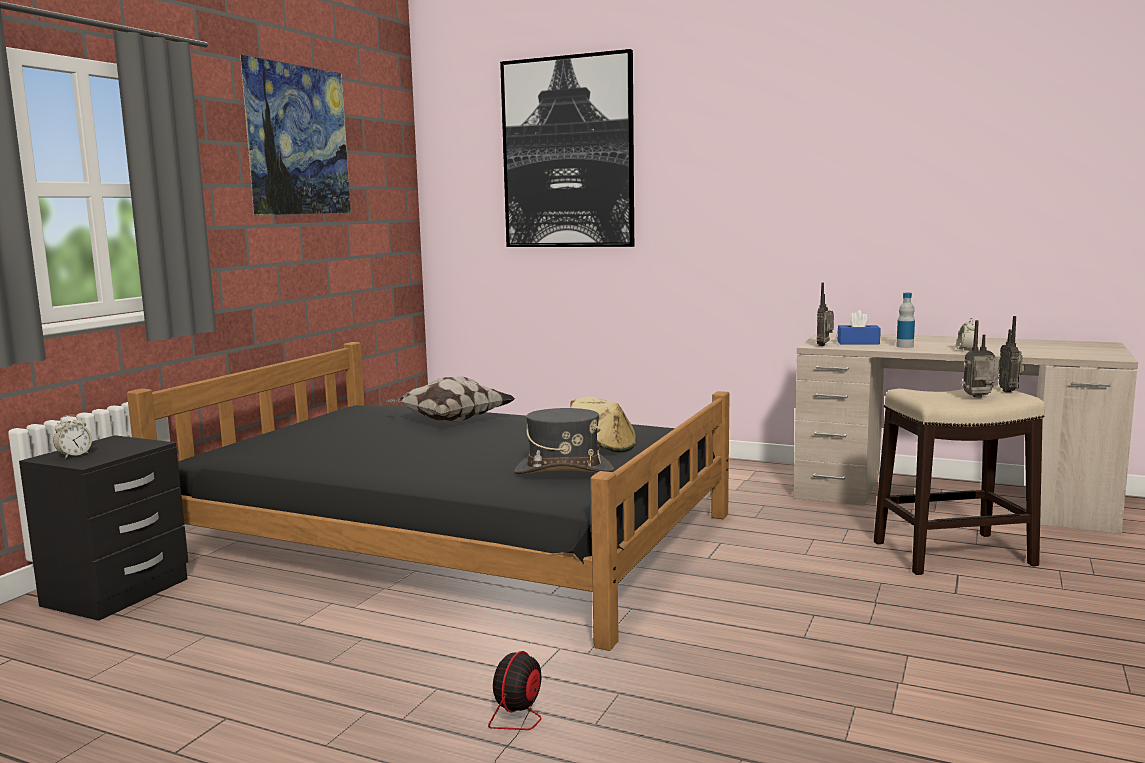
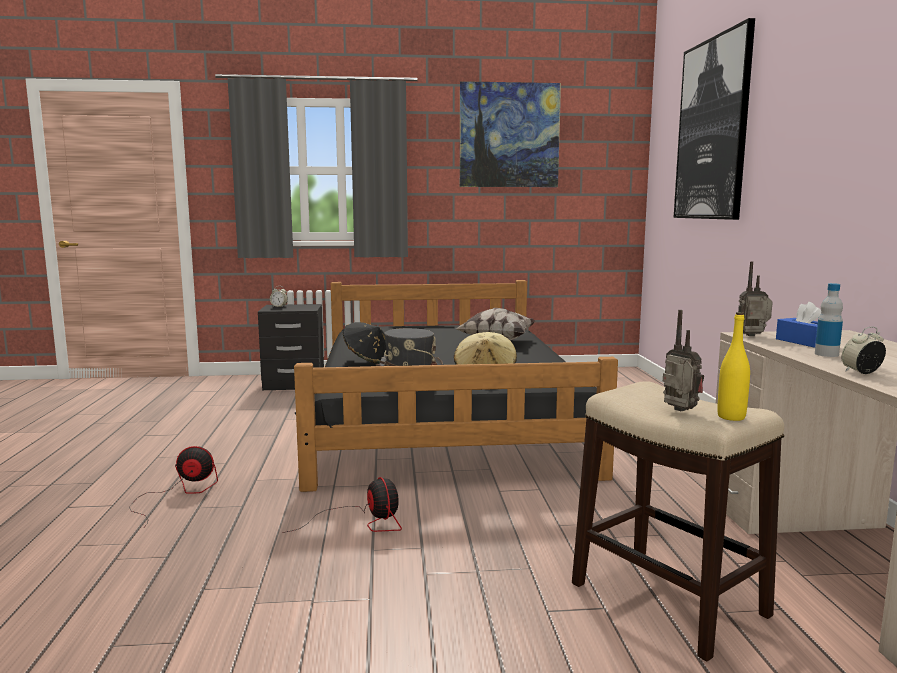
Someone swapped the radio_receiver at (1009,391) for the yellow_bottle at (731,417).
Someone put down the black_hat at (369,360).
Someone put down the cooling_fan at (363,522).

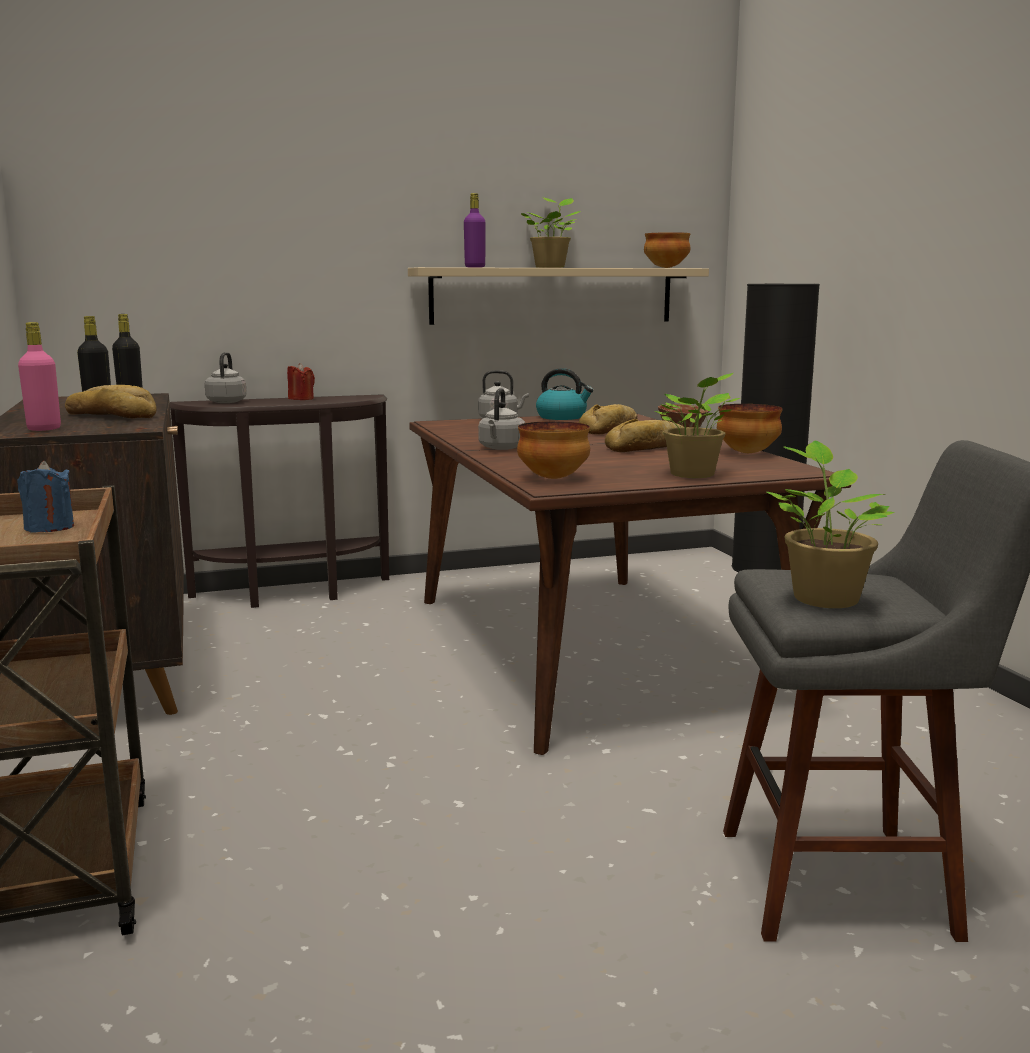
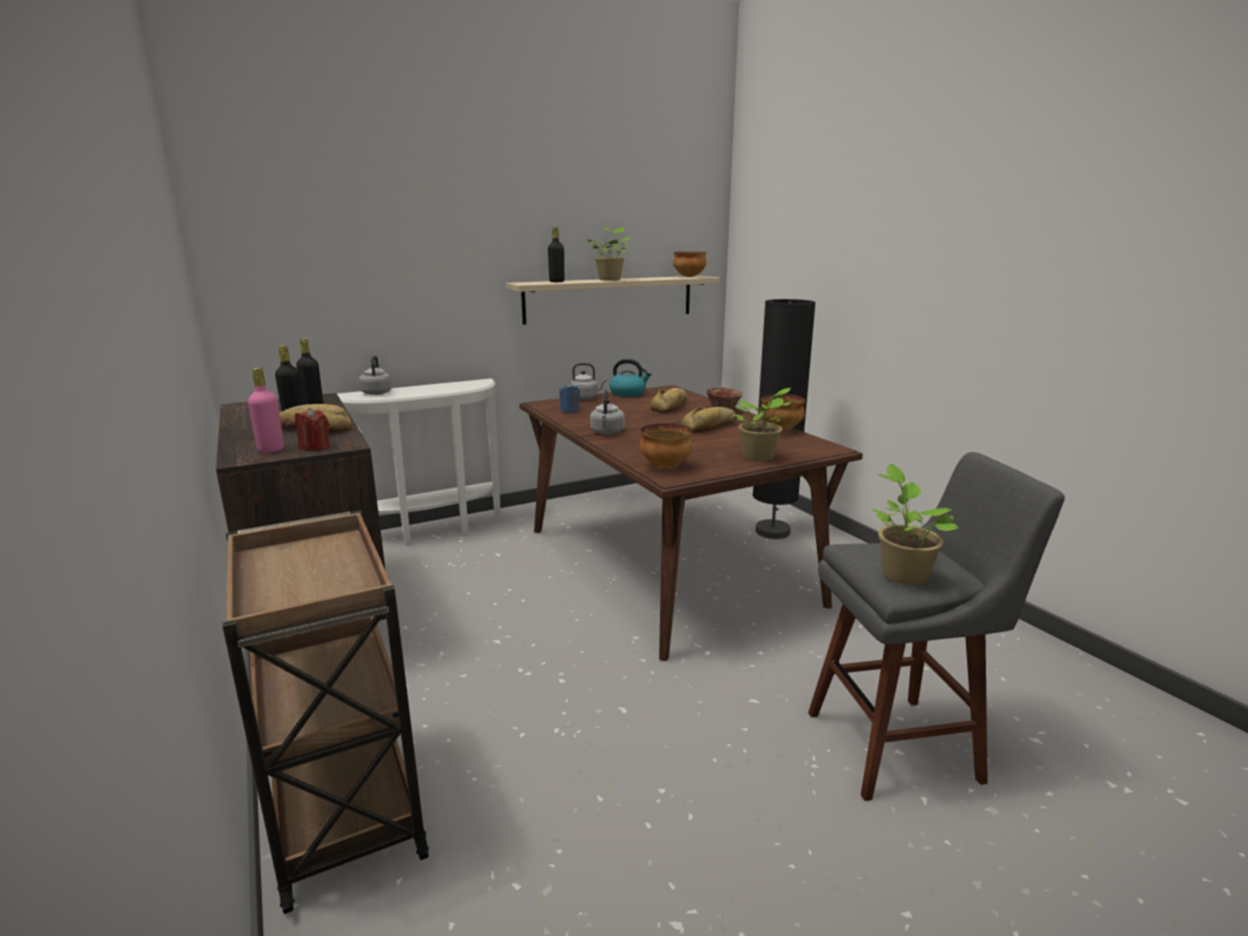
Someone repainted the purple-coloured_bottle at (475,267), which became the black_bottle at (556,282).
Someone carried the reddish_candle from (301,399) to (314,447).
Someone repainted the brown-coloured_console_table at (294,594), which became the white_console_table at (433,531).
Someone carried the blue_candle from (49,527) to (569,410).

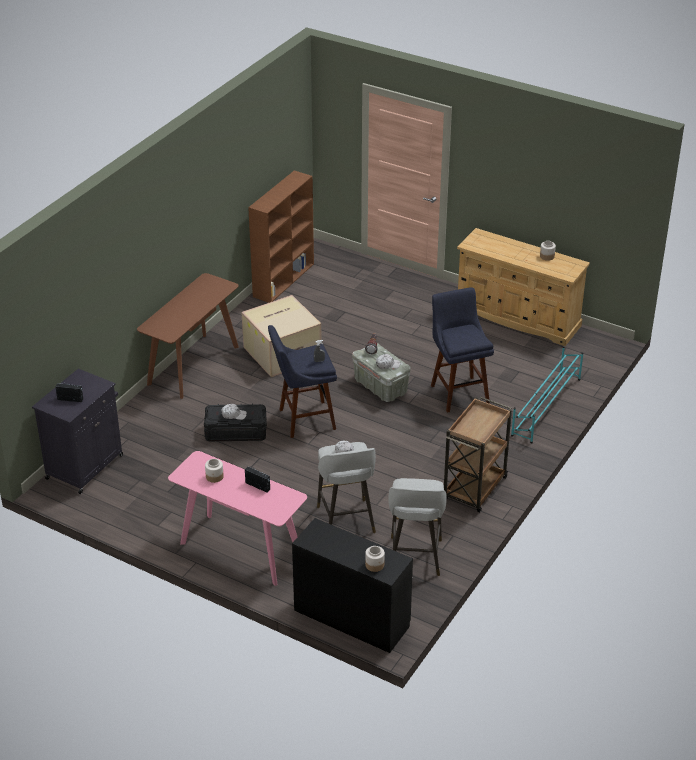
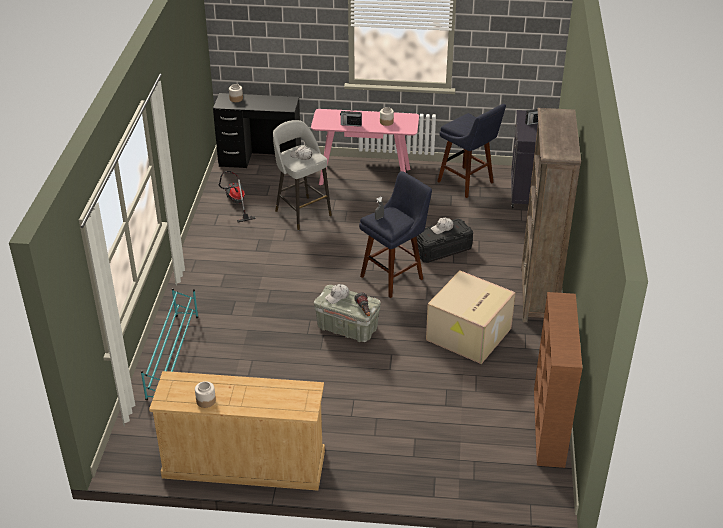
Someone swapped the brown-coloured_console_table at (193,365) for the brown-coloured_bookcase at (538,296).
Someone carried the blue_stool from (458,392) to (468,183).
Someone took away the brown-coloured_cart at (474,489).
Someone swapped the gray_stool at (414,558) for the vacuum at (236,203).

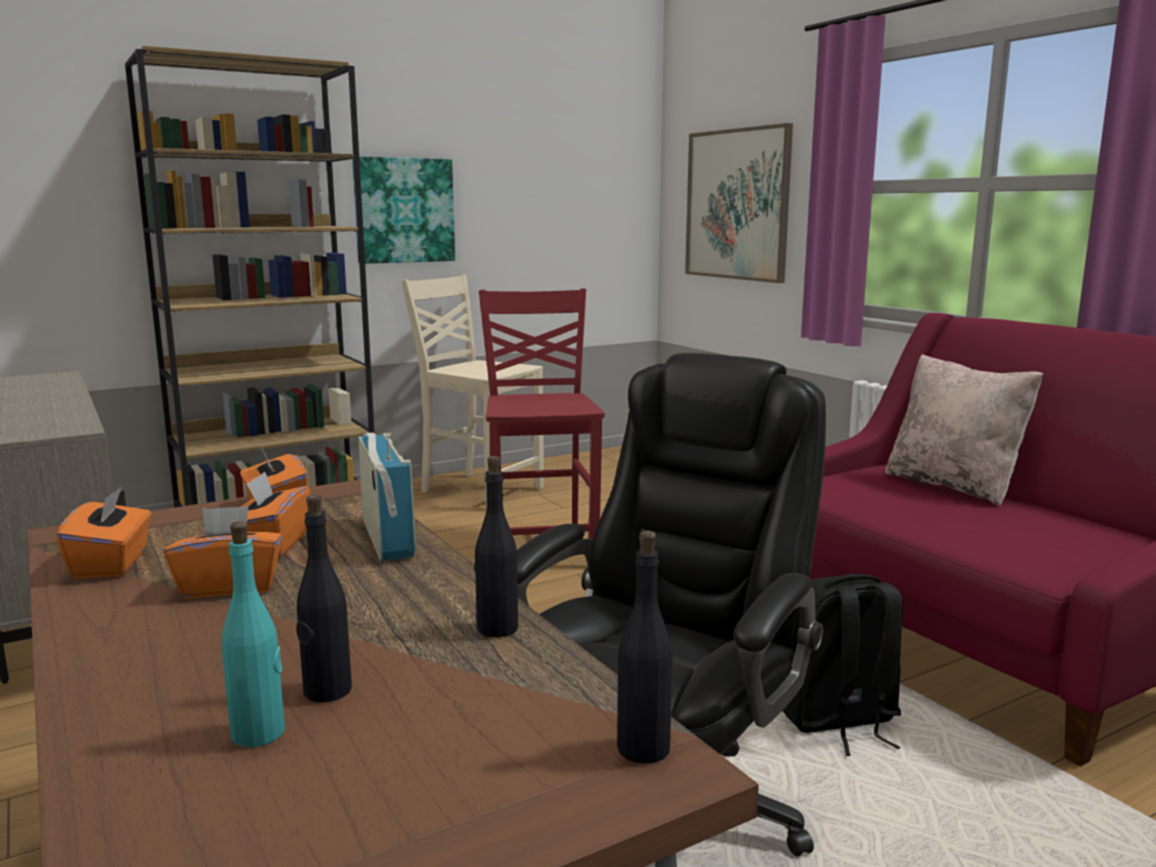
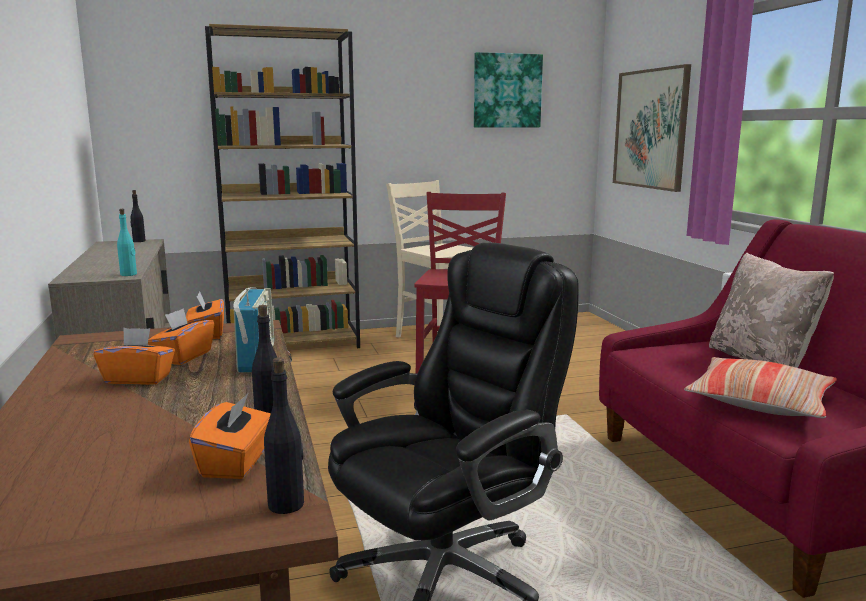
Someone carried the wall_art from (404,210) to (507,91).
Someone carried the orangey_tissue_holder from (112,563) to (236,462).
Someone carried the black_bottle from (327,691) to (139,241).
Someone carried the turquoise_bottle from (259,733) to (128,274).
Someone took away the black_rucksack at (838,721).
Someone put down the pillow at (760,402).

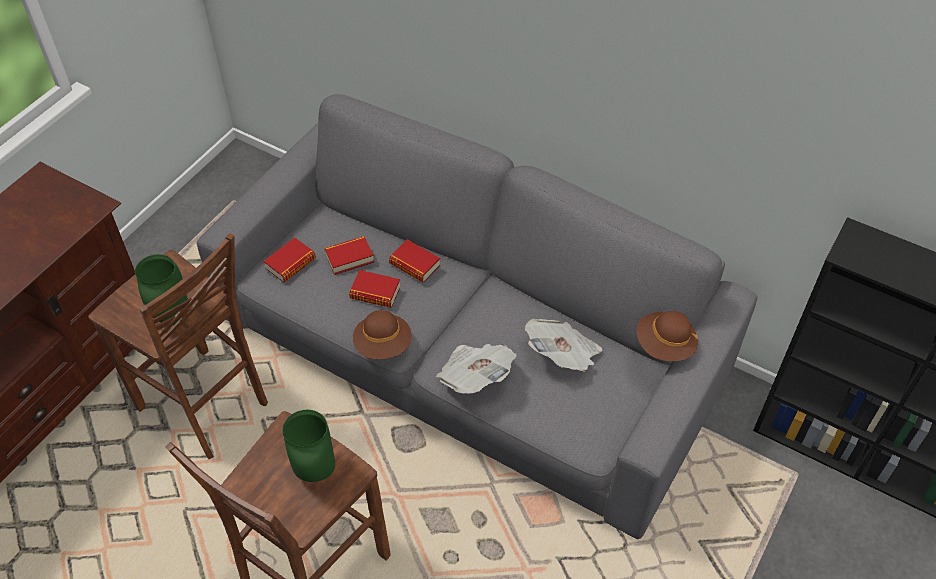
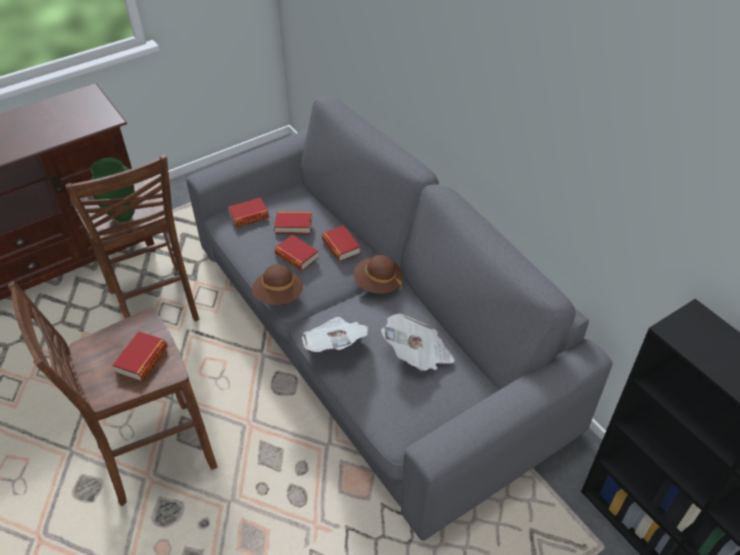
Someone carried the brown-coloured_hat from (664,345) to (378,283).
Someone swapped the green-coloured_flower_vase at (314,472) for the volume at (142,360).

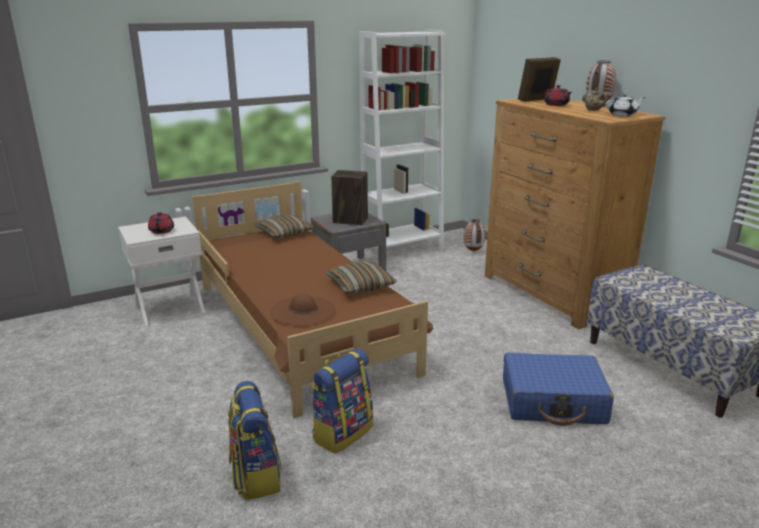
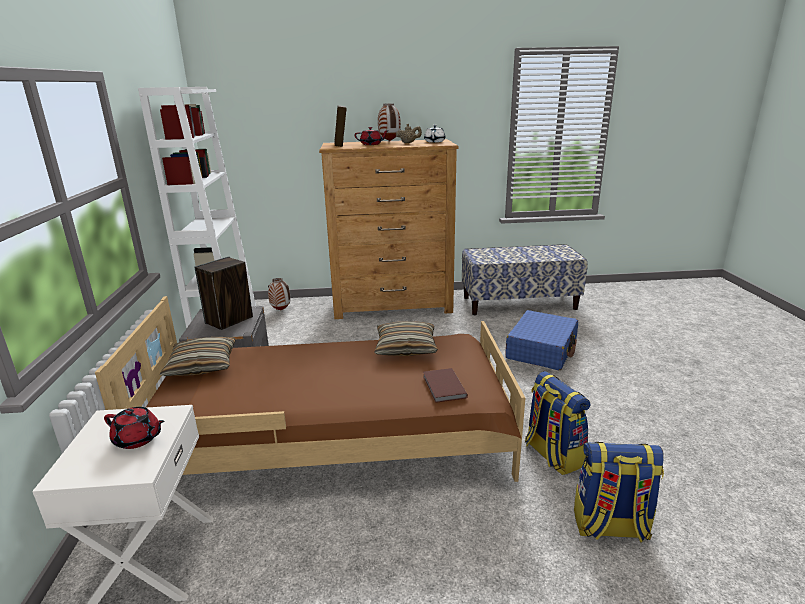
Someone swapped the brown-coloured_hat at (303,311) for the brown-coloured_volume at (443,387).

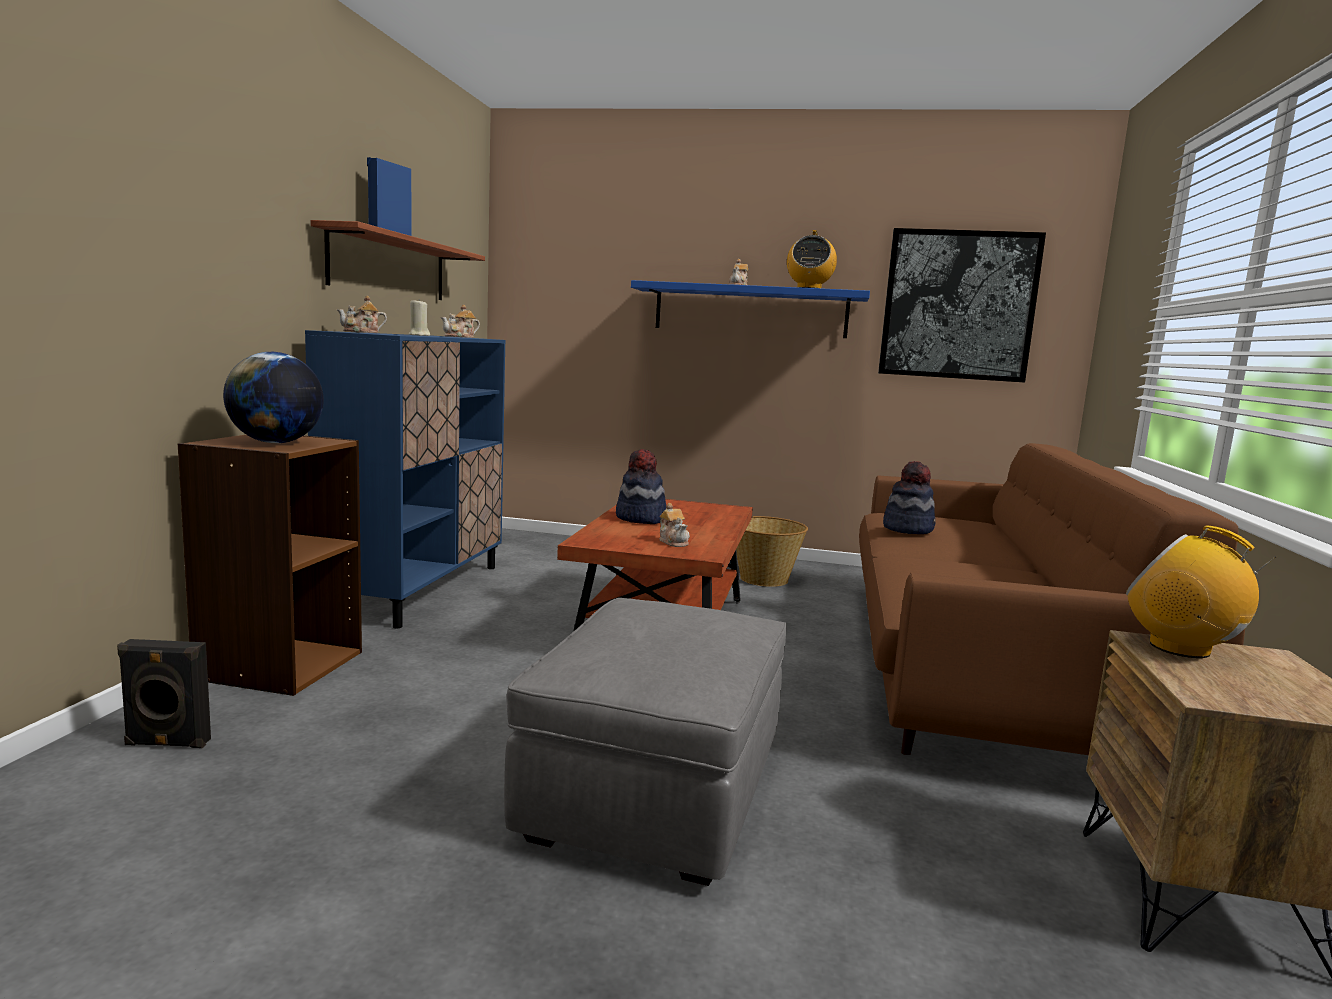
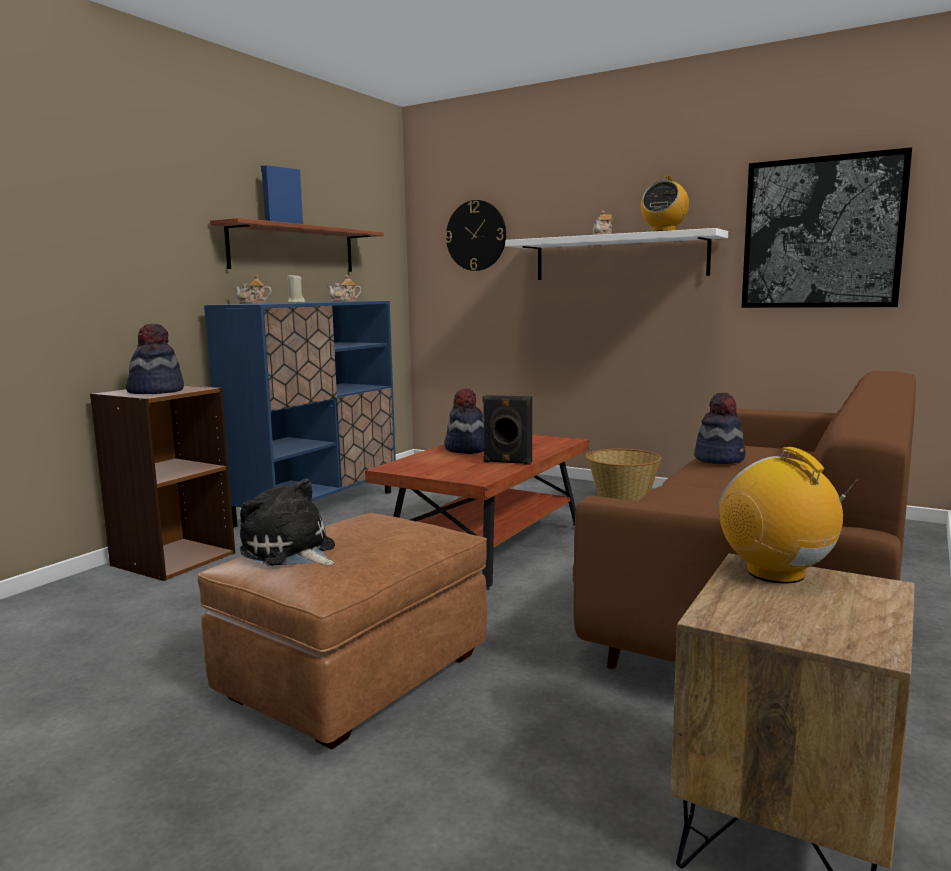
Someone repainted the blue_shelf at (750,311), which became the white_shelf at (619,257).
Someone swapped the desk_globe at (276,443) for the hat at (156,391).
Someone took away the pot_for_tea at (673,542).
Someone repainted the gray_ottoman at (656,794), which became the brown-coloured_ottoman at (356,676).
Someone carried the black_speaker from (167,743) to (507,462).
Someone put up the wall_clock at (476,235).
Someone put down the plush_toy at (290,552).

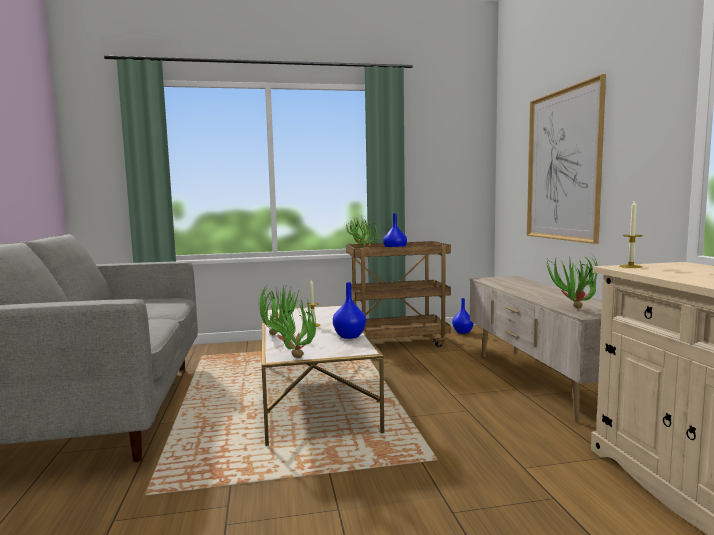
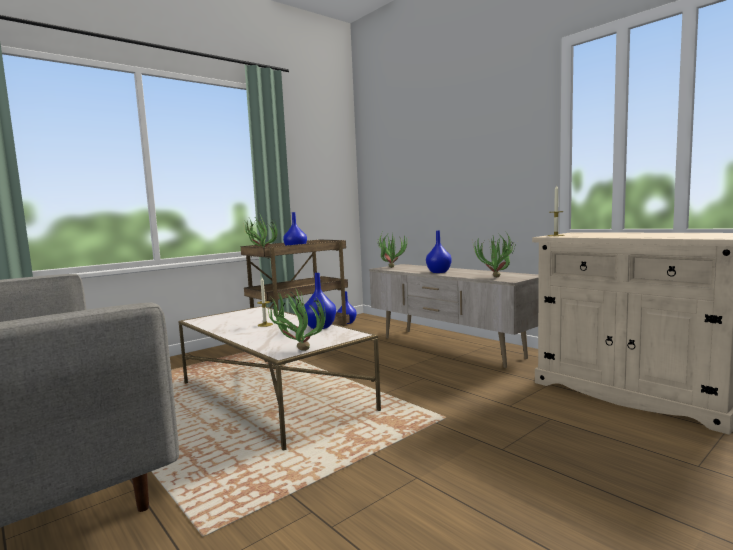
Someone took away the wall_art at (563,165).
Someone carried the plant_in_a_pot from (278,333) to (391,267).
Someone put down the blue_flower_vase at (438,272).

